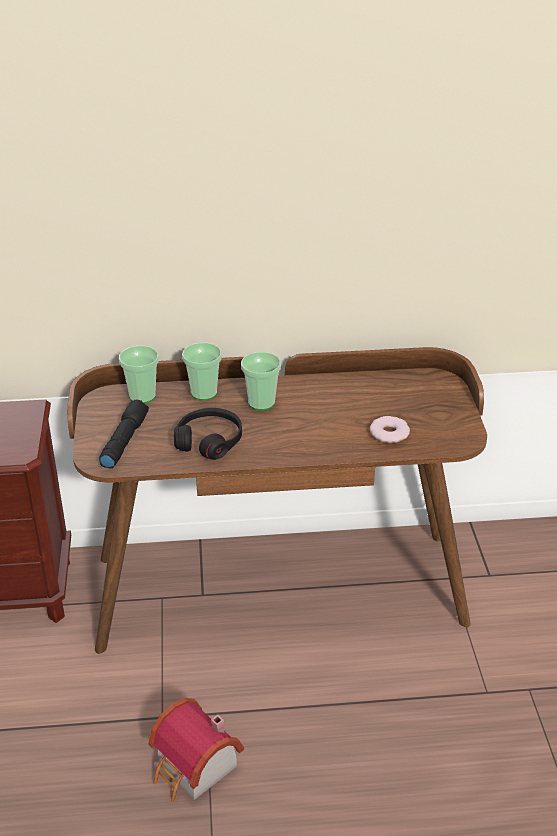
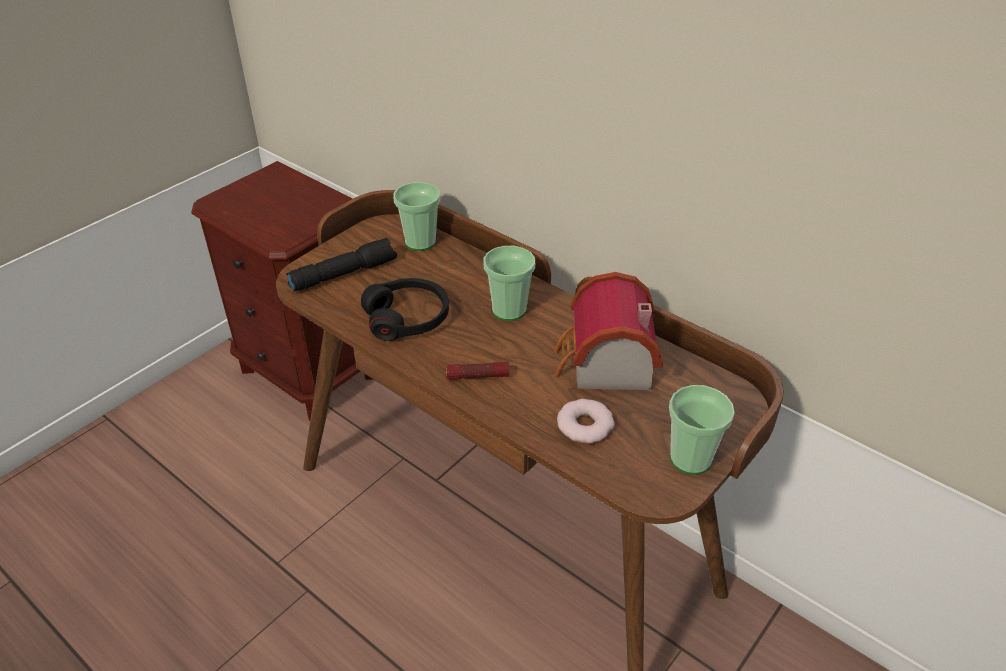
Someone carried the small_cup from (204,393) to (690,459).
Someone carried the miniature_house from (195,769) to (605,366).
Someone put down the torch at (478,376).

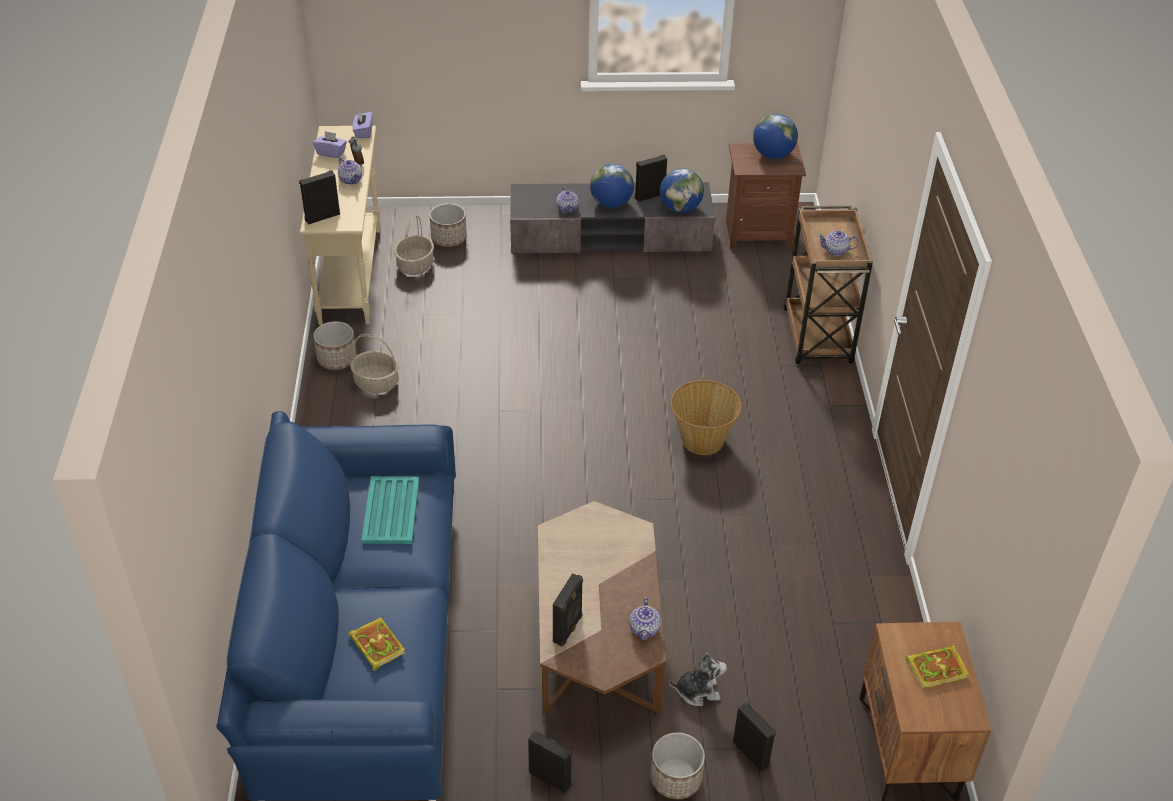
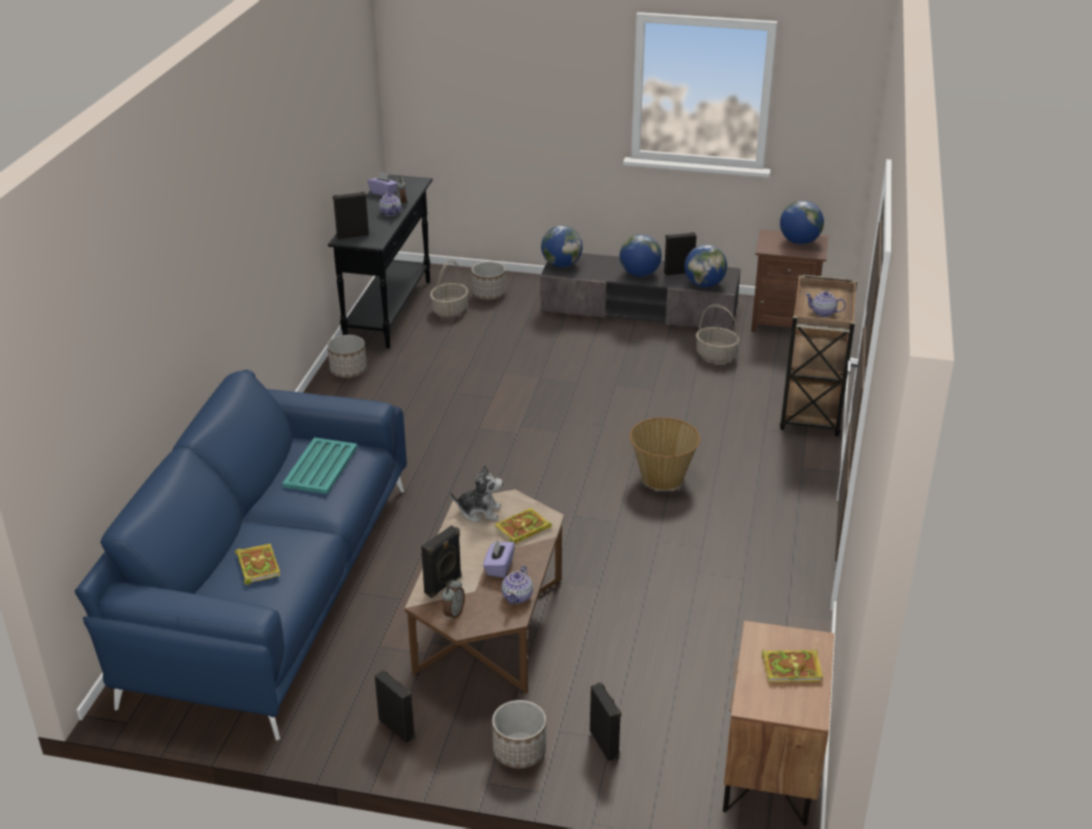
Someone carried the purple-coloured_tissue_holder from (363,132) to (499,567).
Someone repainted the beige_console_table at (351,275), which became the black_console_table at (389,311).
Someone took away the pot_for_tea at (567,208).
Someone carried the basket from (377,382) to (716,355).
Someone carried the plush_toy from (697,691) to (479,511).
Someone put down the desk_globe at (561,265).
Someone put down the volume at (521,529).
Someone put down the alarm_clock at (453,613).

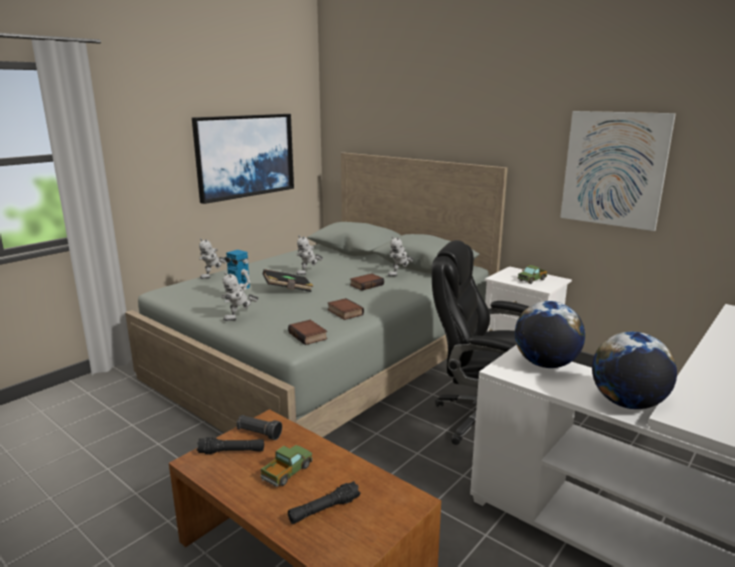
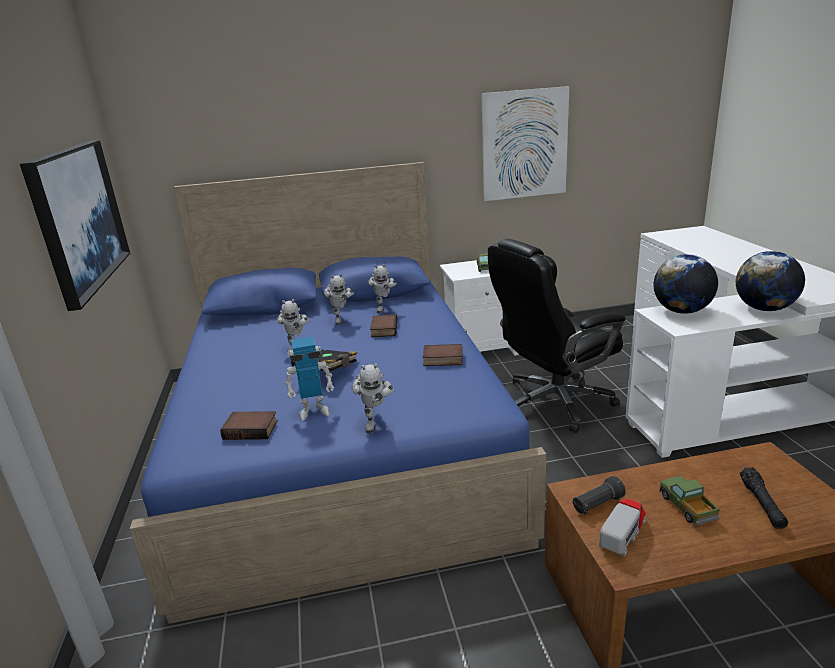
Someone repainted the gray_bed at (328,357), which became the blue_bed at (342,440).
Someone carried the toy_robot from (213,277) to (340,319).
Someone carried the volume from (309,336) to (251,429).
Someone swapped the black_torch at (231,451) for the toy_lorry at (622,534).

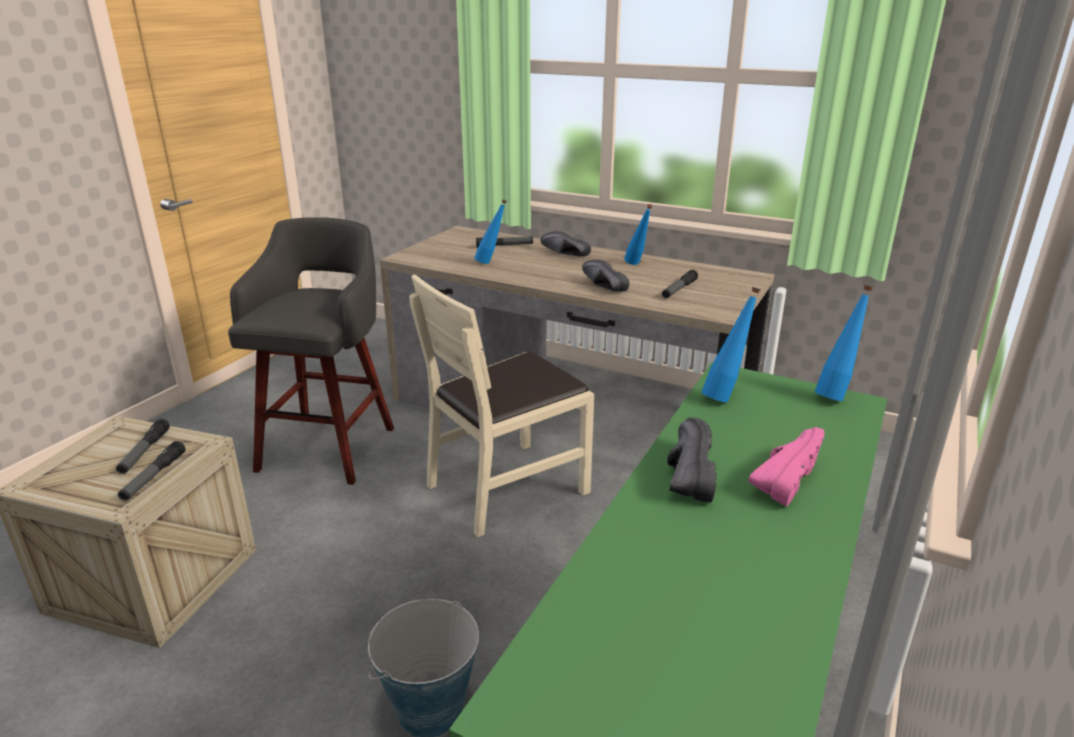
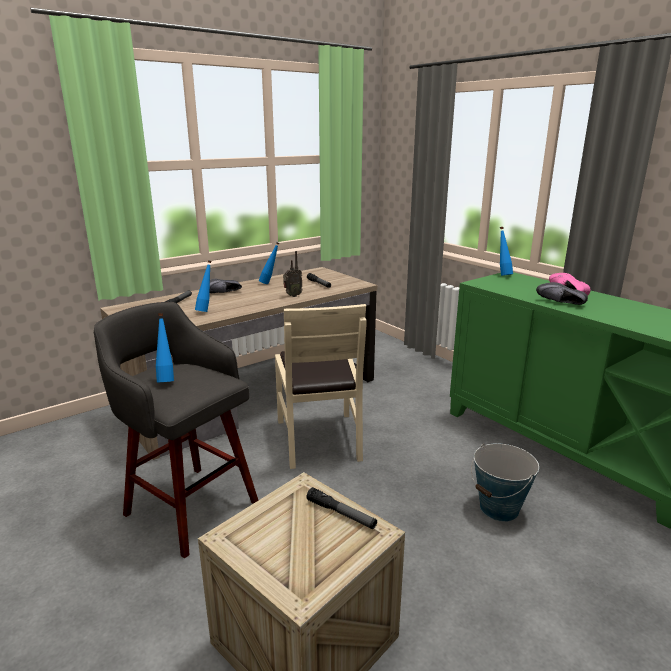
Someone swapped the black_shoe at (600,287) for the radio_receiver at (292,296).
Someone carried the blue_bottle from (725,396) to (166,379).
Someone took away the torch at (144,452).

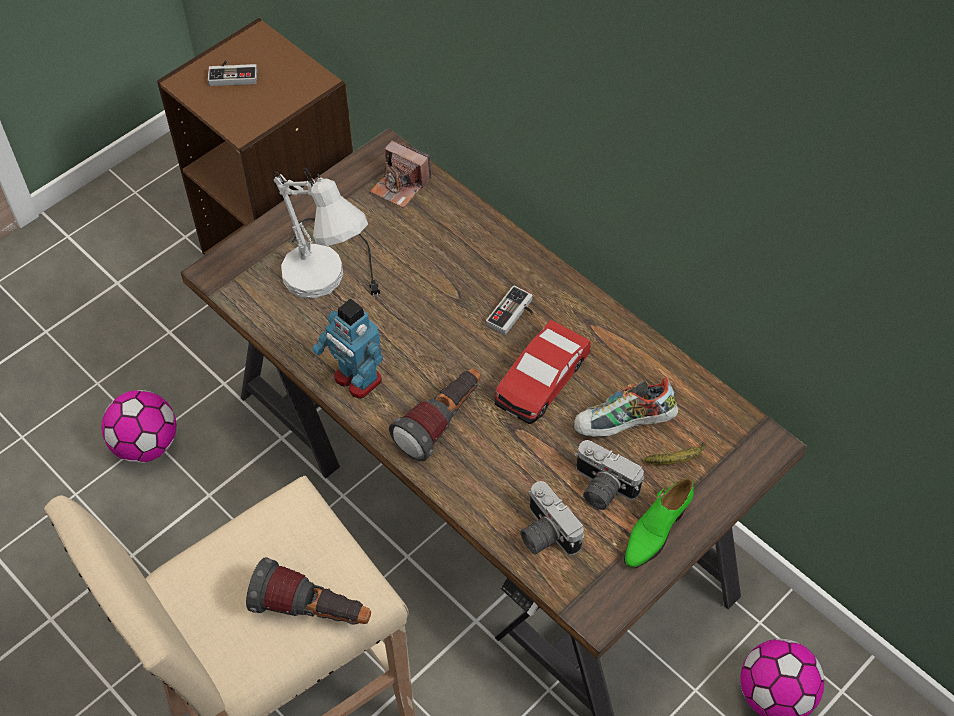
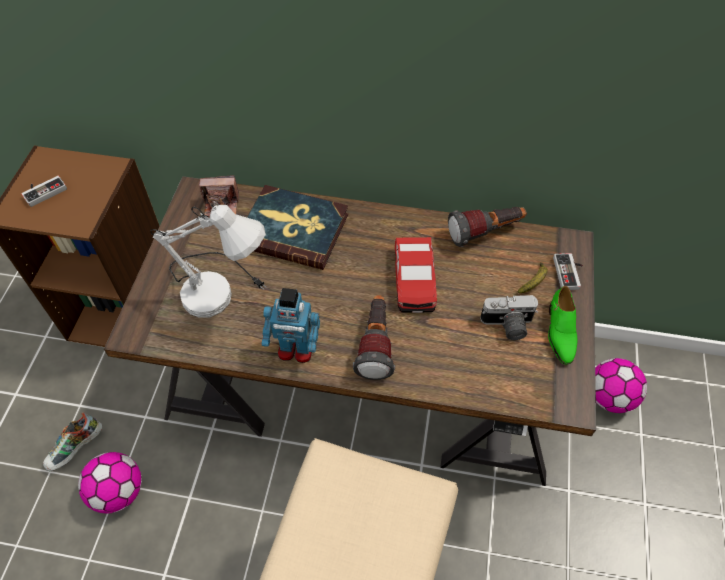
Someone carried the game_controller from (514,315) to (570,273).
Someone carried the shoe from (624,425) to (76,449).
Someone took away the photo_camera at (544,533).
Someone carried the torch from (313,611) to (485,233).
Someone put down the volume at (293,230).

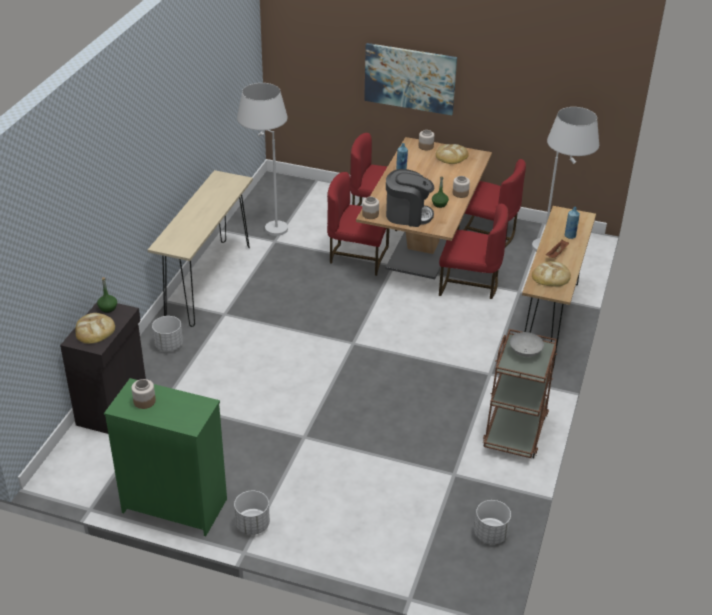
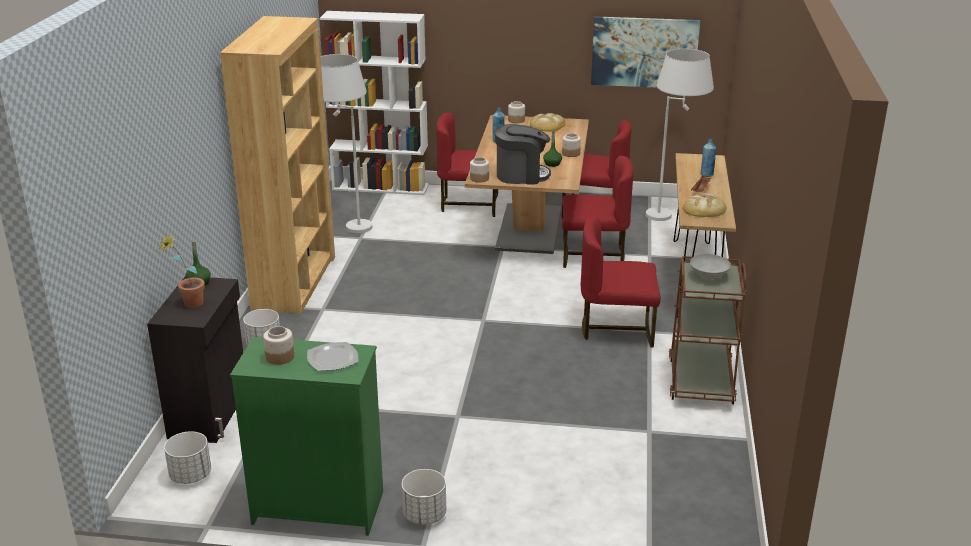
Someone carried the wall_art from (410,78) to (644,52).
Someone swapped the beige_console_table at (208,282) for the brown-coloured_bookcase at (294,282).
Someone carried the reddish_upright_chair from (358,257) to (617,328).
Someone swapped the bread at (94,330) for the plant_in_a_pot at (188,305).
Someone carried the white_plant_pot from (490,534) to (190,475).
Someone put down the white_bookcase at (381,187).
Someone put down the flat_dish at (332,359).

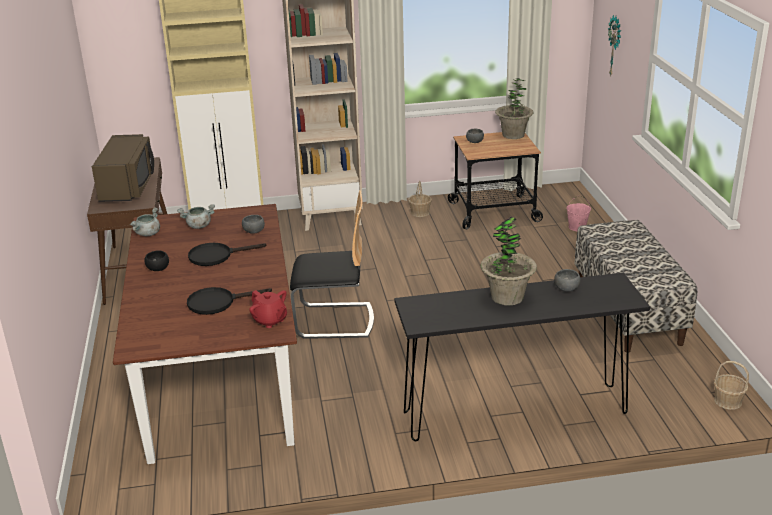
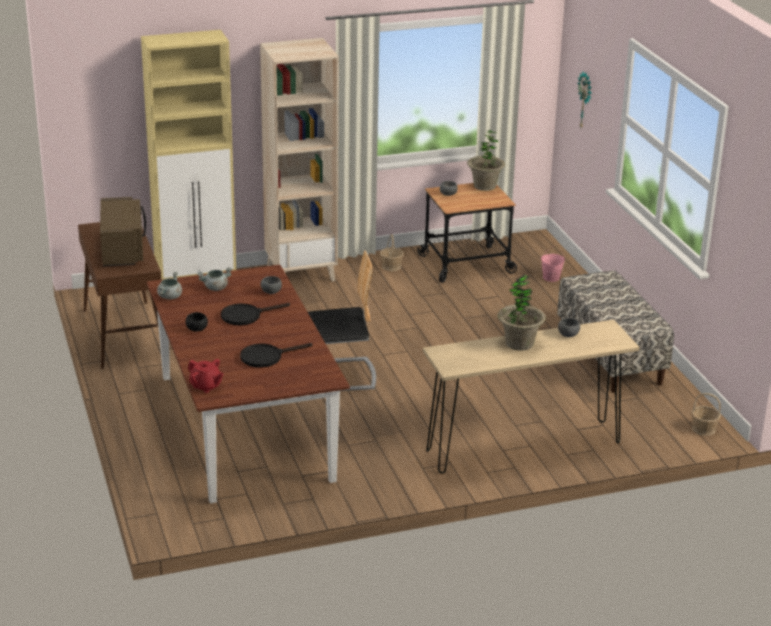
Someone repainted the black_console_table at (515,413), which became the beige_console_table at (524,447).
Someone carried the reddish_pot_for_tea from (270,320) to (206,386).

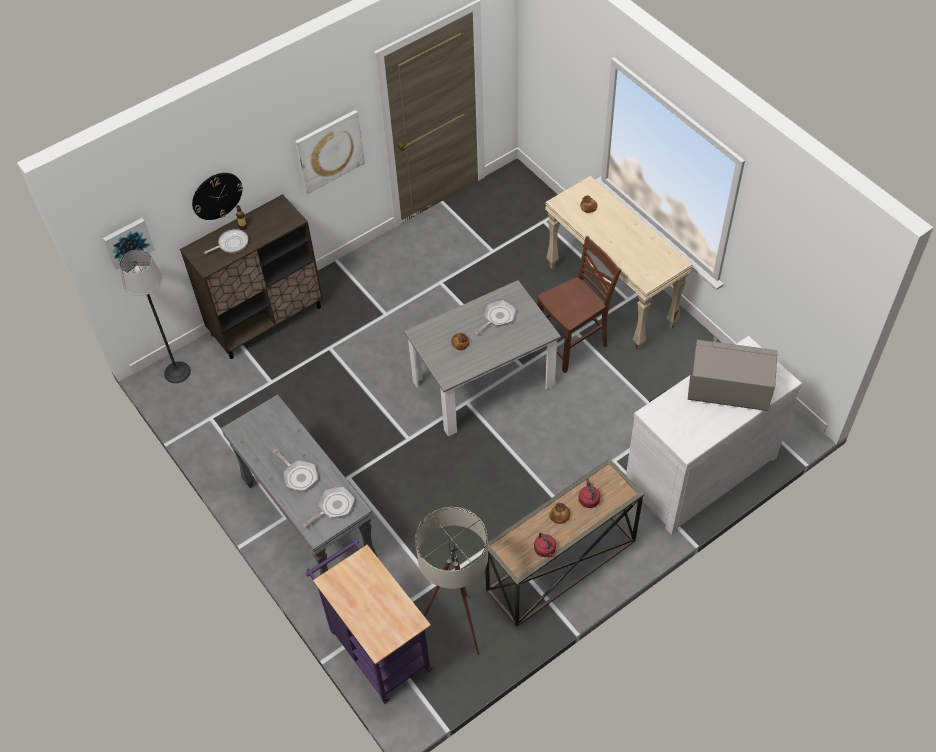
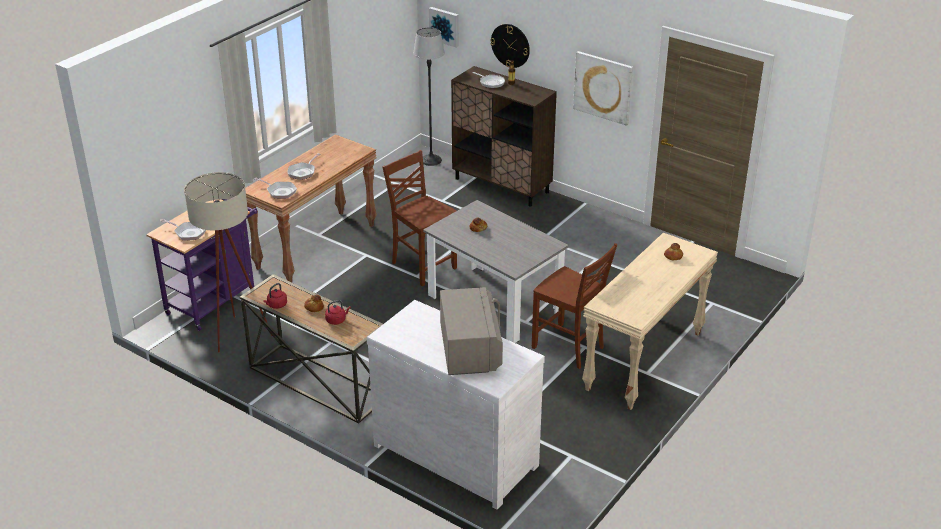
Someone carried the frying_pan from (497,317) to (188,233).
Someone repainted the gray_console_table at (308,524), which became the brown-coloured_console_table at (316,246).
Someone put down the brown-coloured_upright_chair at (422,265).

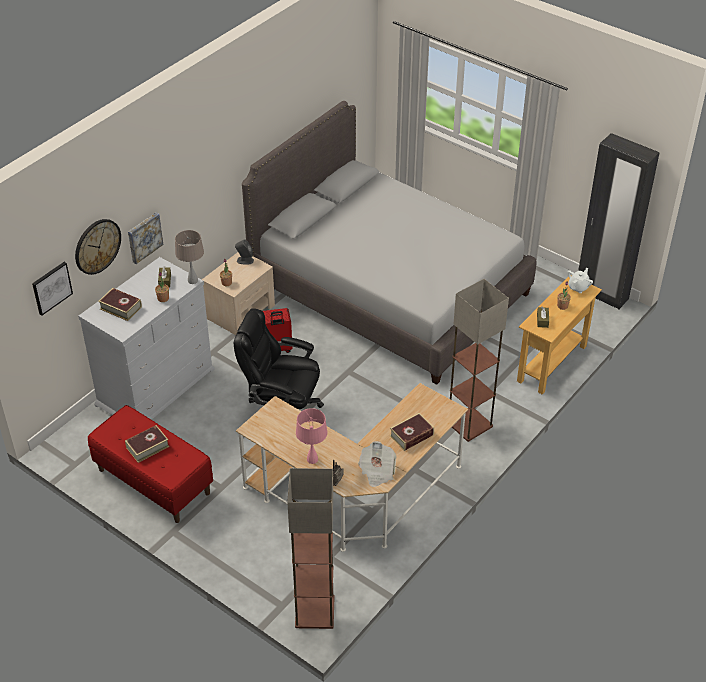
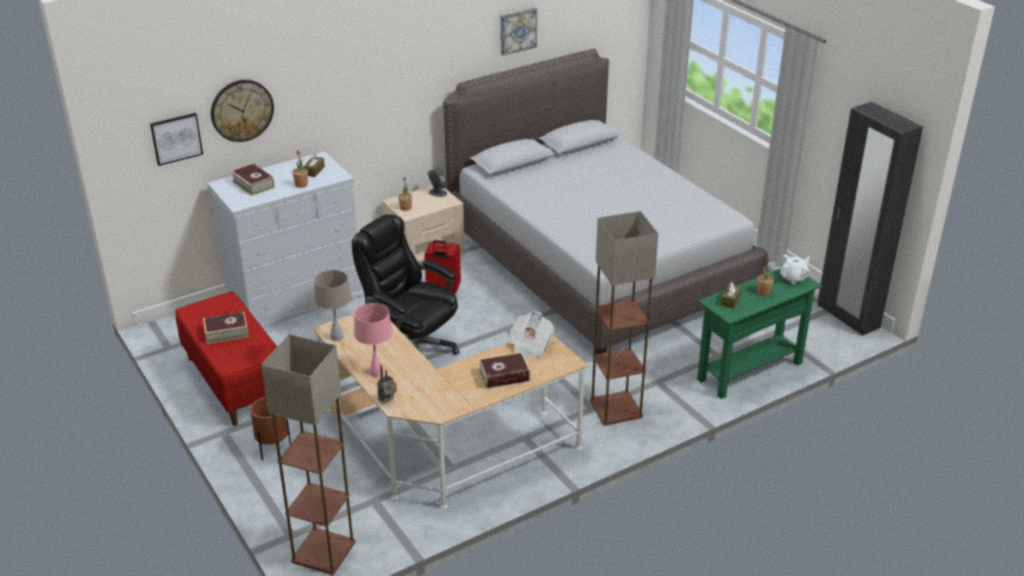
Someone carried the wall_art from (144,237) to (517,30).
Someone carried the beige_table_lamp from (193,280) to (337,337).
Someone repainted the beige_console_table at (552,363), which became the green-coloured_console_table at (749,371).
Someone carried the printed_paper from (377,471) to (530,346).
Someone put down the brown-coloured_plant_pot at (273,449).

